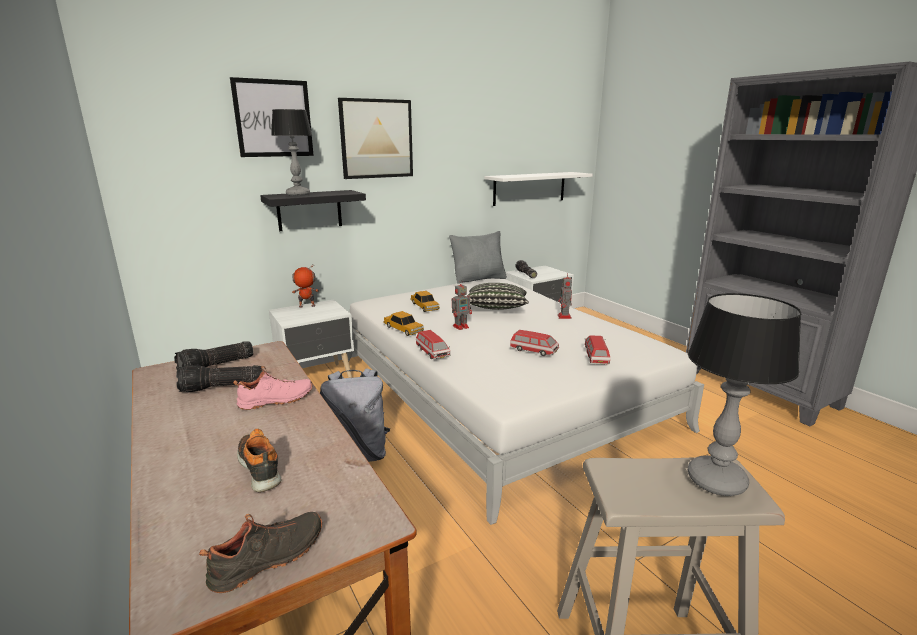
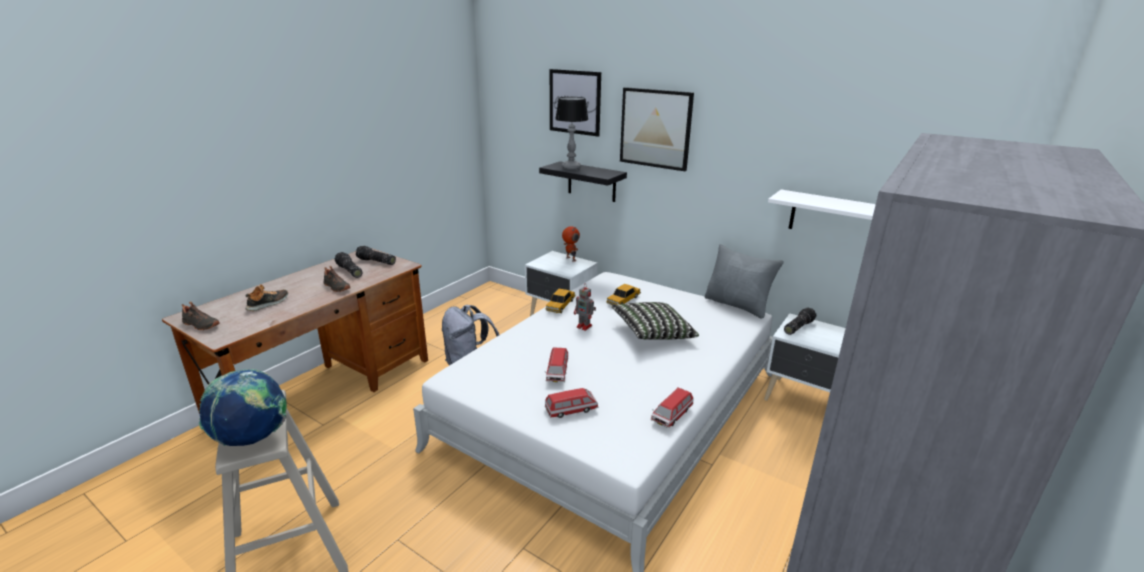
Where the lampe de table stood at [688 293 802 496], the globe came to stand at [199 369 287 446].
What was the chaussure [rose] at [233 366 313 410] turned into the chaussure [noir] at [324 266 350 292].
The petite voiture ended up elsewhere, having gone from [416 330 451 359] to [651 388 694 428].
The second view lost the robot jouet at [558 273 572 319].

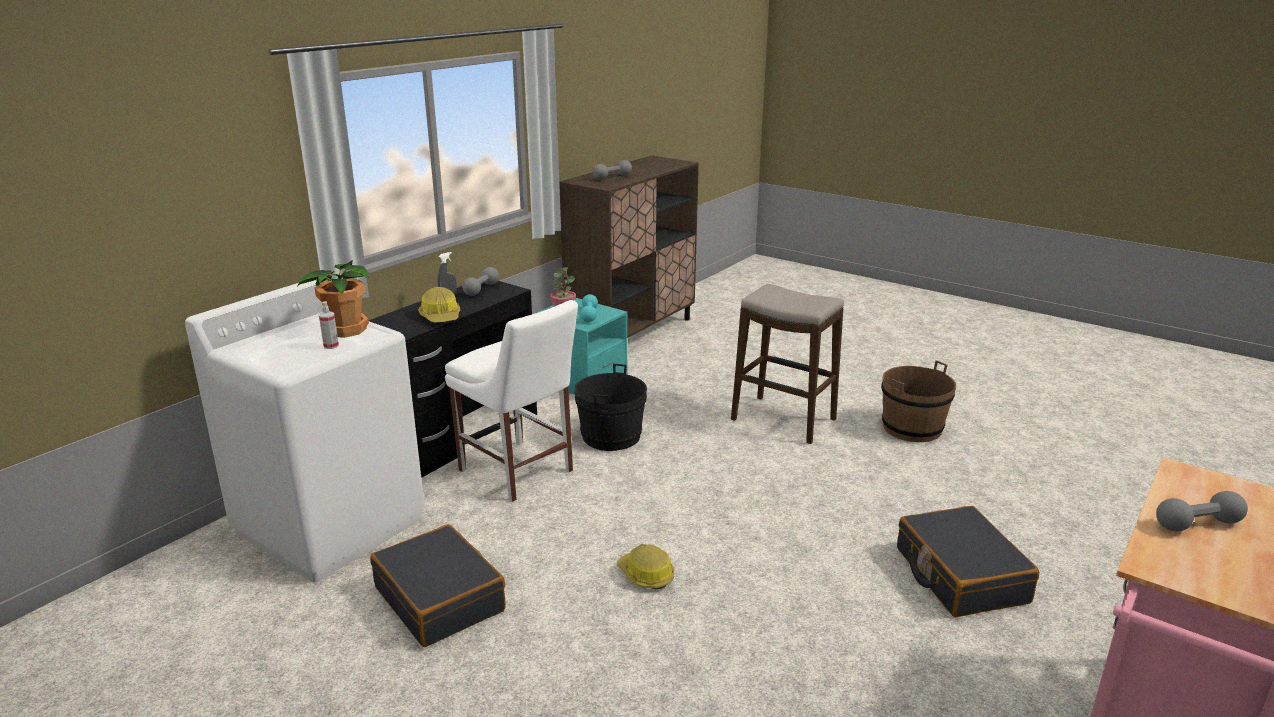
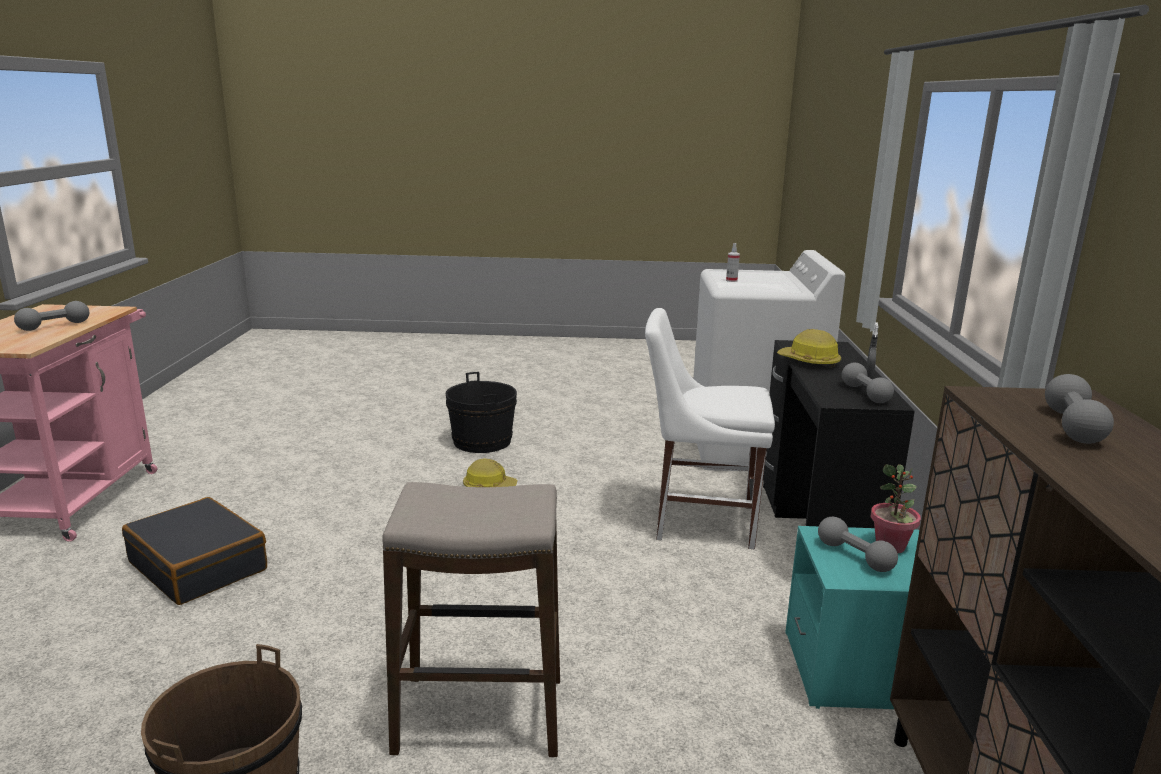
The seau [noir] ended up elsewhere, having gone from [575 364 647 451] to [446 372 517 453].
What was the haltère [turquoise] at [580 294 598 322] turned into the haltère [gris] at [818 517 898 572].
The second view lost the plante en pot at [296 260 369 338].
The second view lost the valise [noir] at [370 524 506 647].

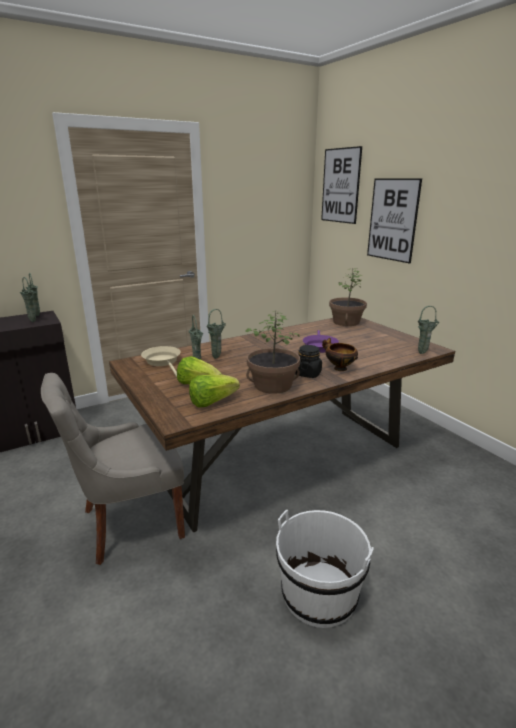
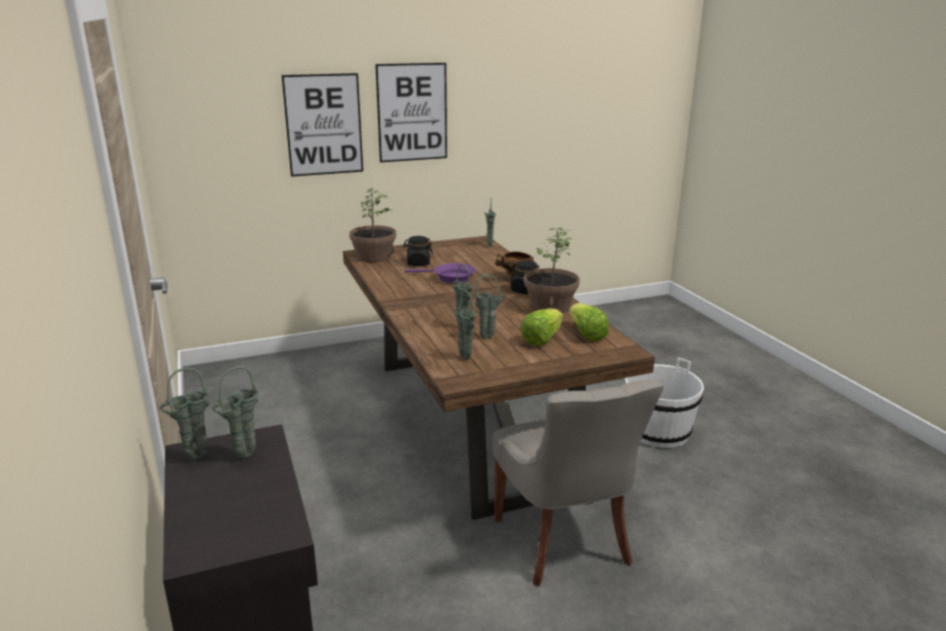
The tableau ended up elsewhere, having gone from [321 146 362 224] to [375 63 447 162].
The second view gained the bocal [noir] at [403 236 433 266].
Where the poêle [beige] stood at [141 346 181 377], the vase [vert] came to stand at [455 290 476 360].

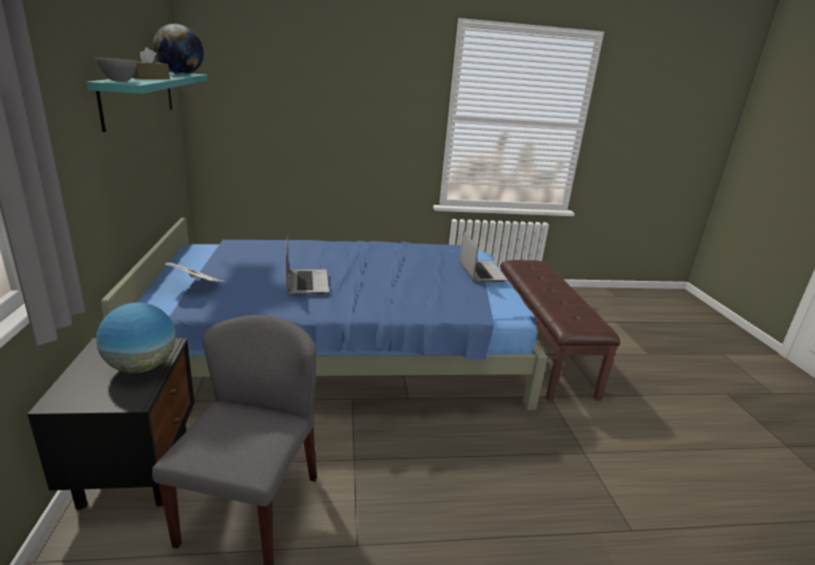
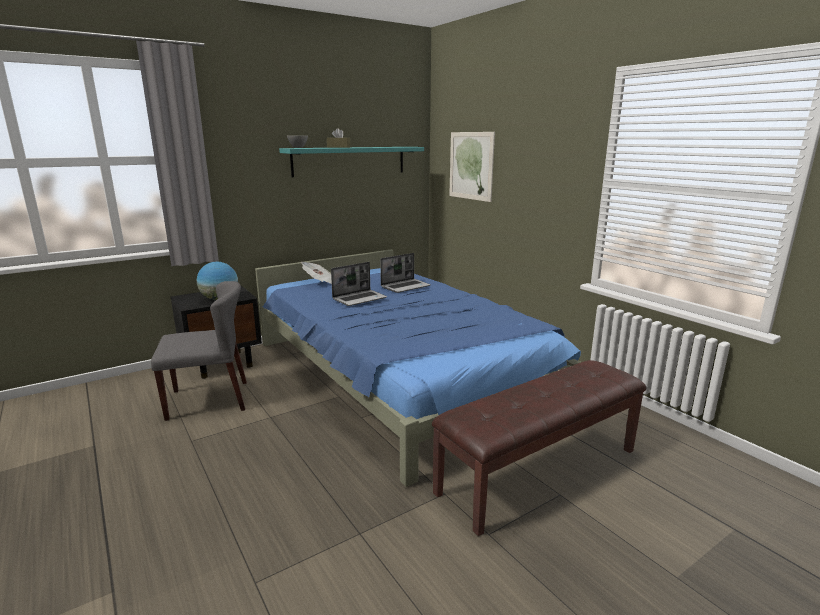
The ordinateur portable ended up elsewhere, having gone from [459 231 508 282] to [380 253 431 293].
The second view gained the tableau at [449 132 495 202].
The second view lost the globe at [153 24 204 75].

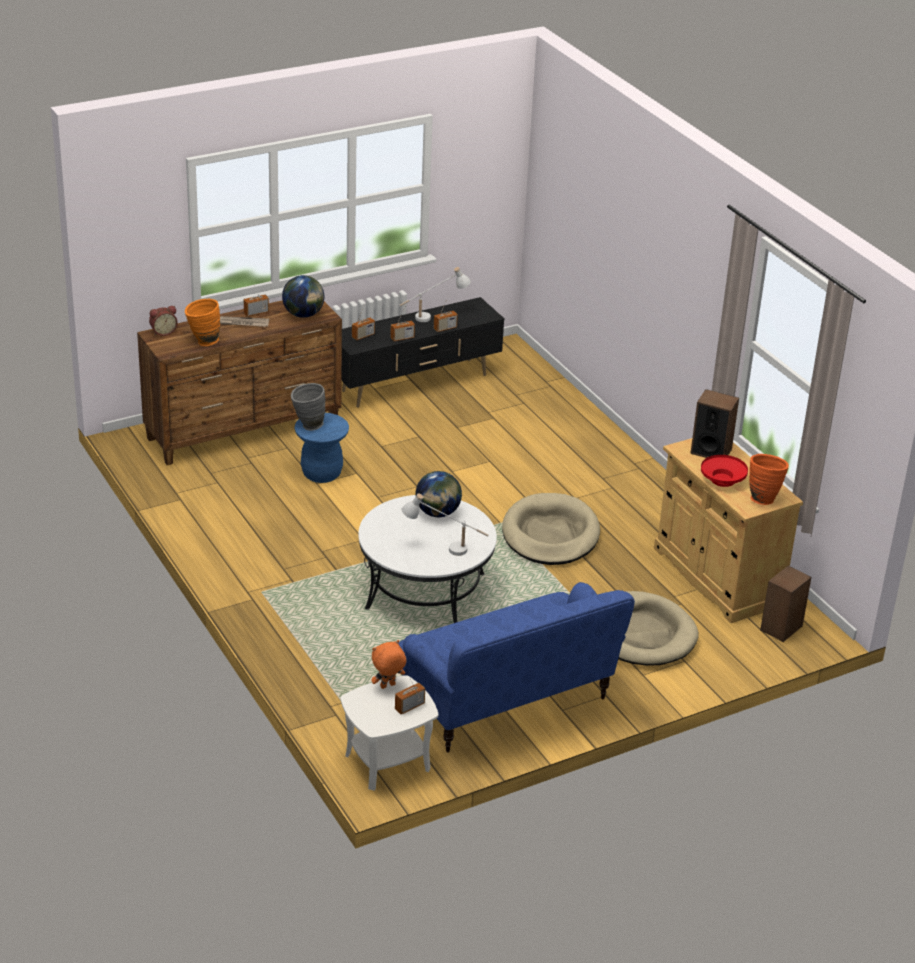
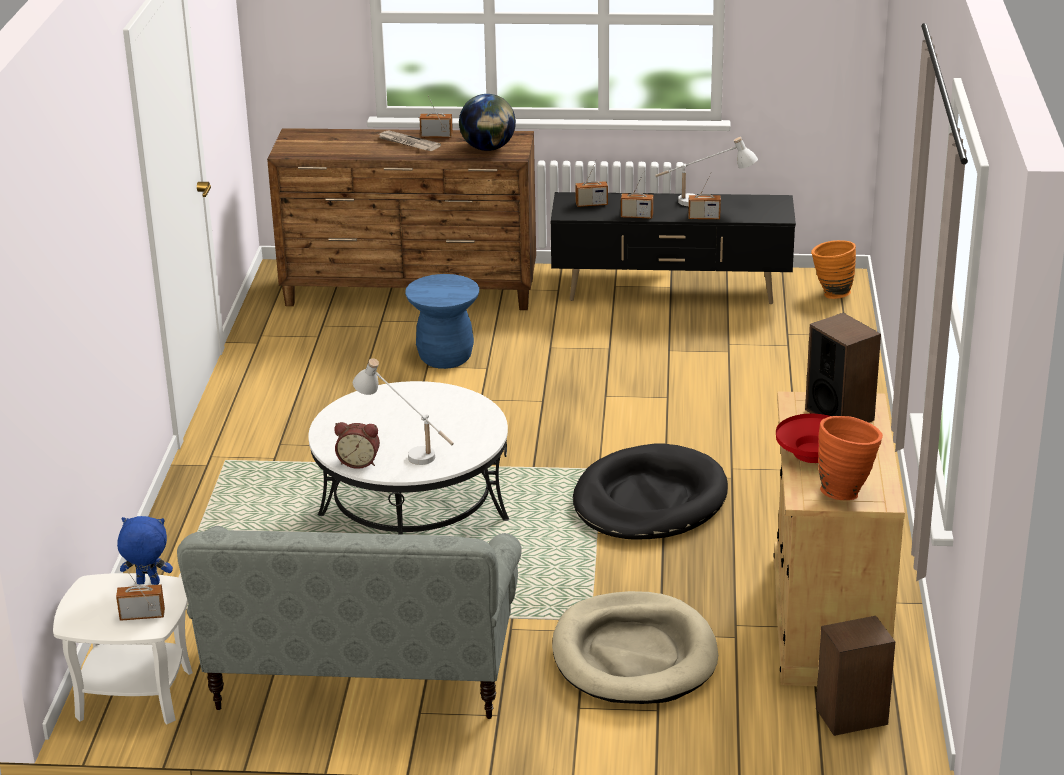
What was the peluche [orange] at [371 640 406 689] turned into the peluche [bleu] at [117 516 173 585].
What was the canapé [bleu] at [398 582 635 752] turned into the canapé [gris] at [177 526 522 719].
The réveil ended up elsewhere, having gone from [149 306 178 336] to [334 422 380 469].
What was the panier pour chien [beige] at [502 493 600 565] turned into the panier pour chien [noir] at [573 443 728 539].
The vase [orange] ended up elsewhere, having gone from [185 299 220 346] to [811 240 856 299].
The second view lost the vase [gris] at [291 383 325 431].
The second view lost the globe at [415 471 462 517].

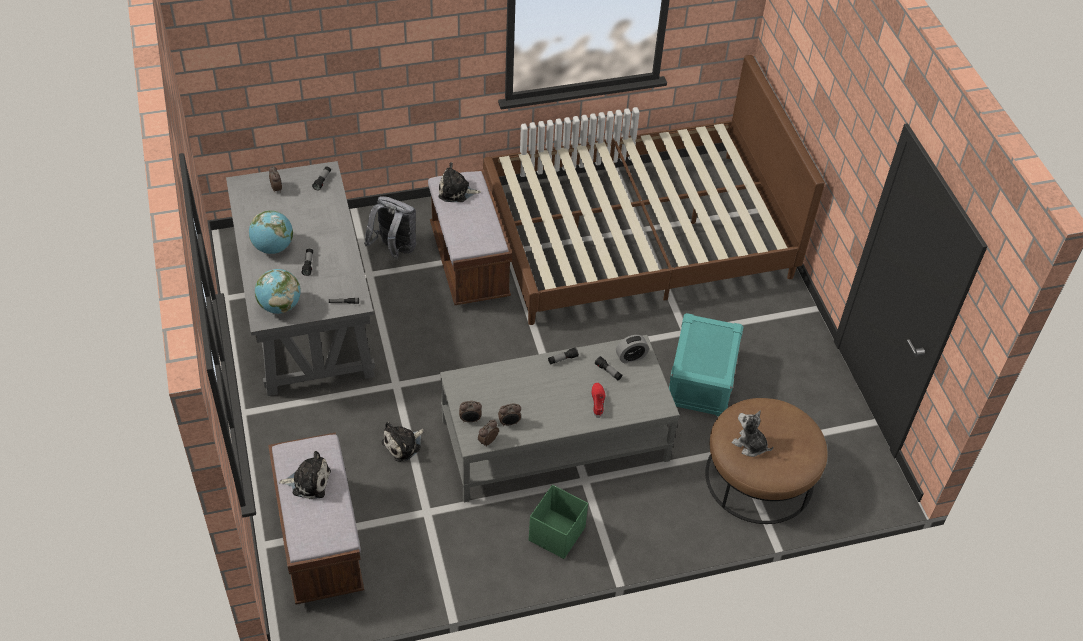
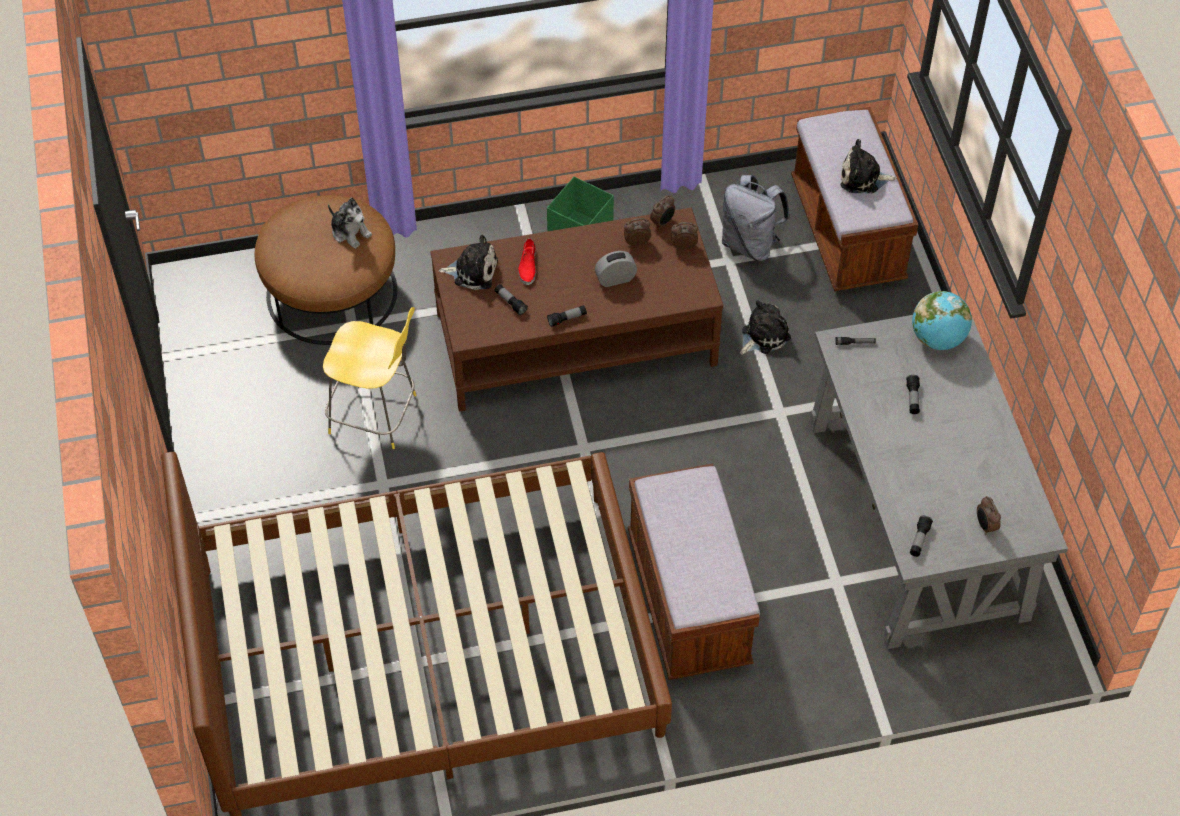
Where the boîte de rangement [turquoise] stood at [669 313 744 416], the tabouret [jaune] came to stand at [323 307 416 449].
What was the table basse [gris] at [440 335 679 502] turned into the table basse [marron] at [430 208 723 411].
The peluche ended up elsewhere, having gone from [438 162 481 202] to [439 235 498 290].
The réveil ended up elsewhere, having gone from [616 335 649 363] to [595 251 637 287].
The sac à dos [gris] ended up elsewhere, having gone from [364 196 416 260] to [722 175 790 261].
The second view lost the globe at [249 210 293 254].

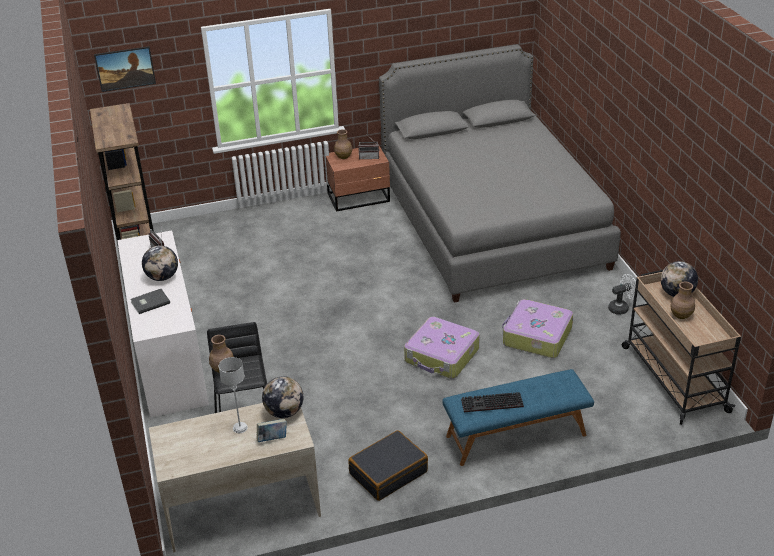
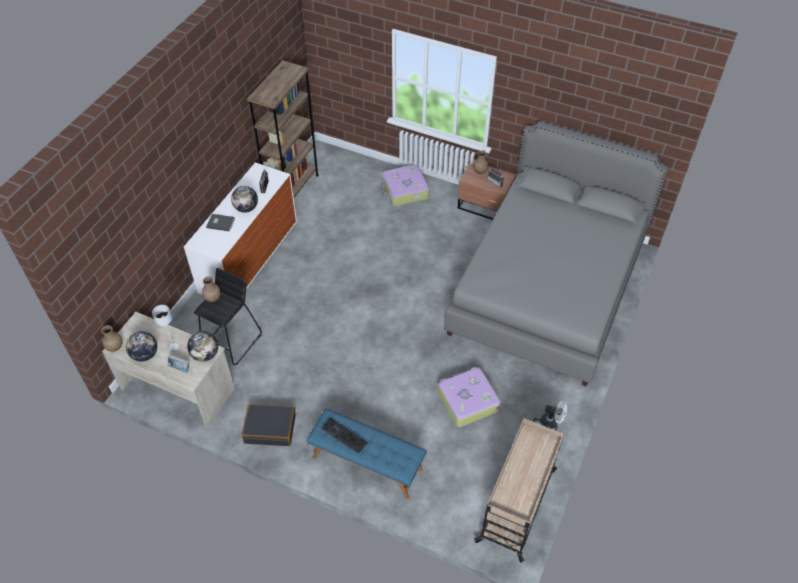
The vase [marron] ended up elsewhere, having gone from [670 282 695 319] to [101 325 123 352].
The globe ended up elsewhere, having gone from [661 261 698 297] to [126 331 157 362].
The valise ended up elsewhere, having gone from [404 317 480 379] to [381 165 429 206].
The second view lost the tableau at [94 46 156 92].

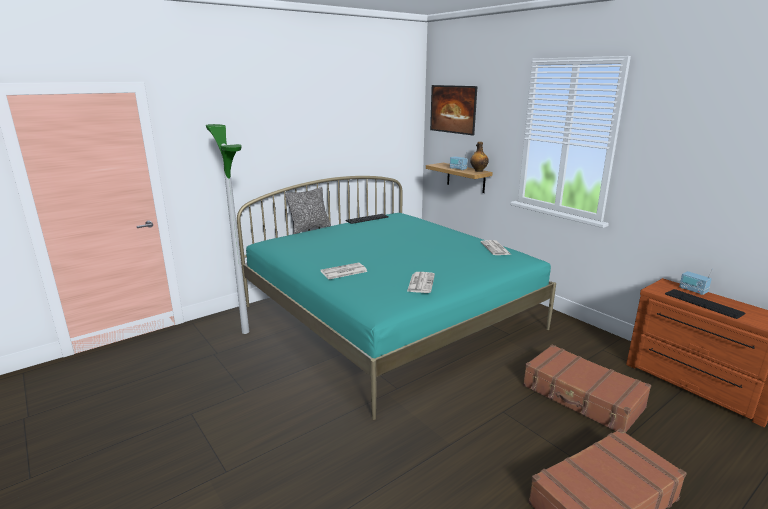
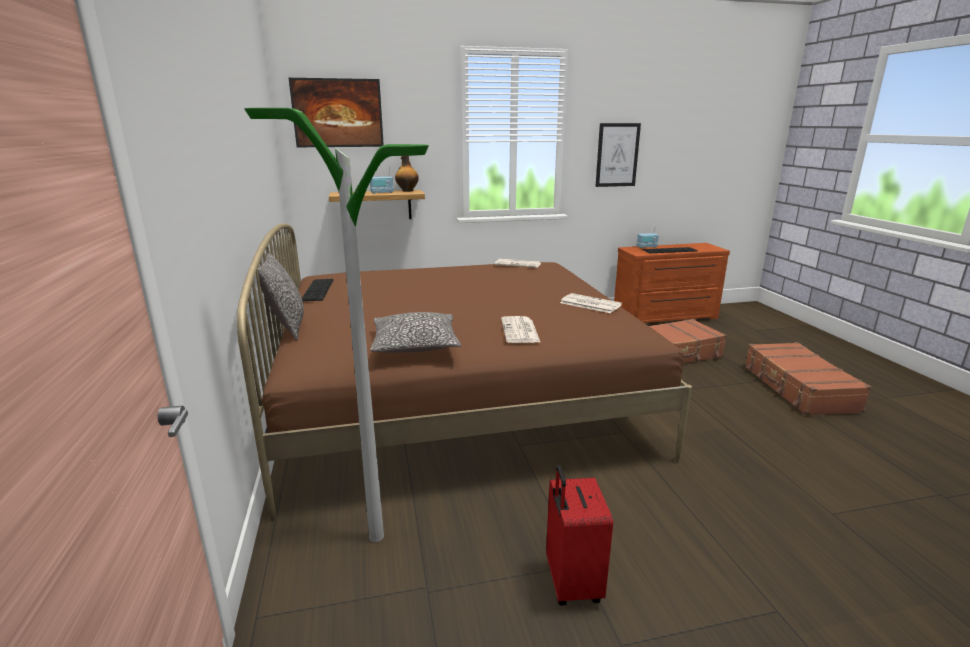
What was the lit [turquoise] at [237 176 556 420] turned into the lit [marron] at [237 223 692 521].
The second view gained the coussin at [370 312 461 352].
The second view gained the valise [rouge] at [546 465 613 606].
The second view gained the tableau at [595 123 641 187].

